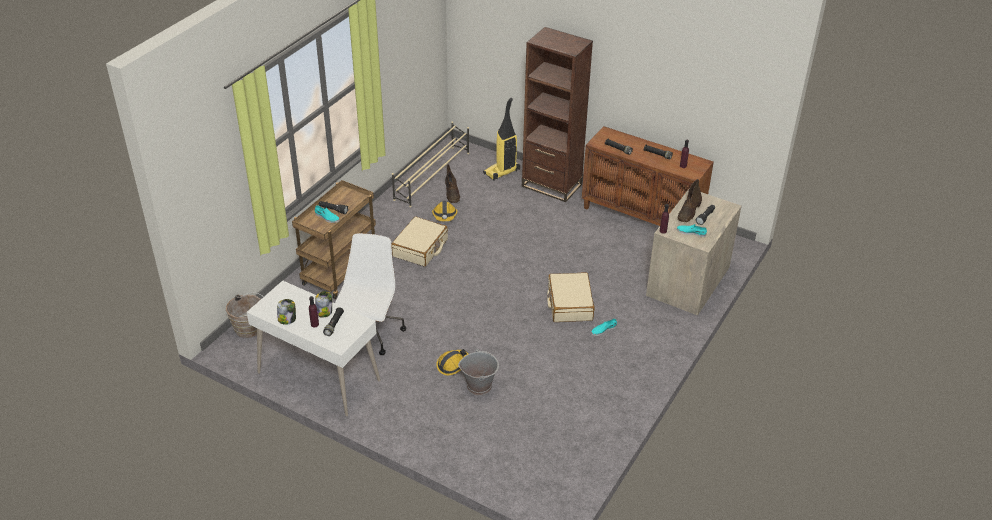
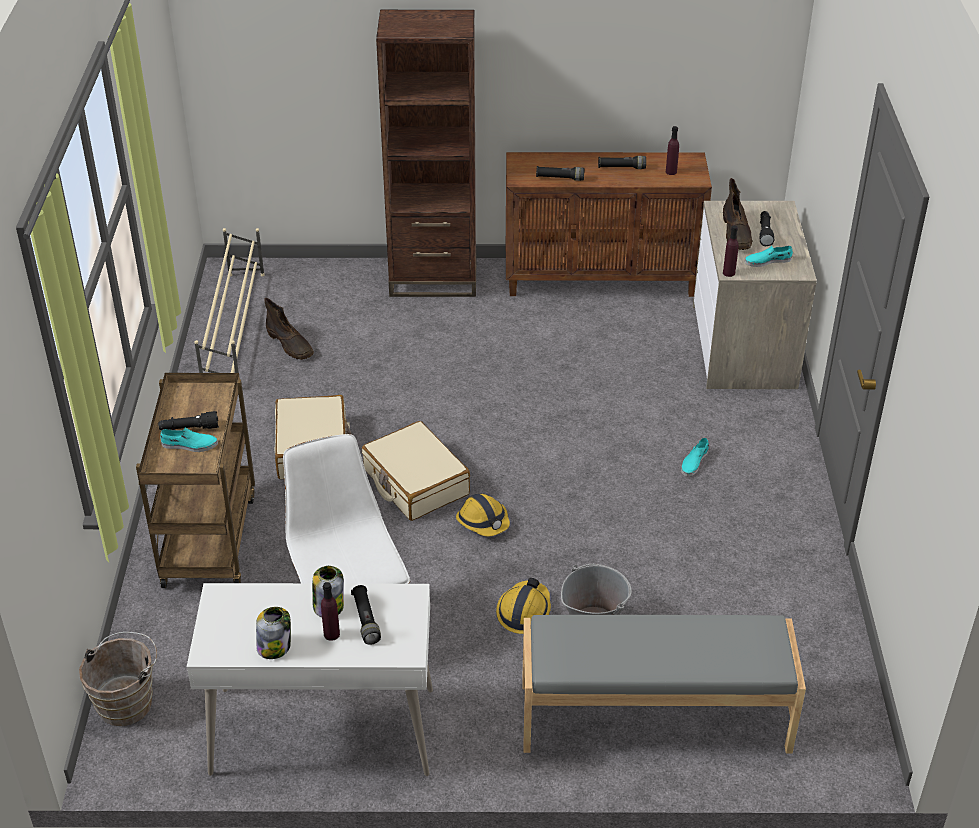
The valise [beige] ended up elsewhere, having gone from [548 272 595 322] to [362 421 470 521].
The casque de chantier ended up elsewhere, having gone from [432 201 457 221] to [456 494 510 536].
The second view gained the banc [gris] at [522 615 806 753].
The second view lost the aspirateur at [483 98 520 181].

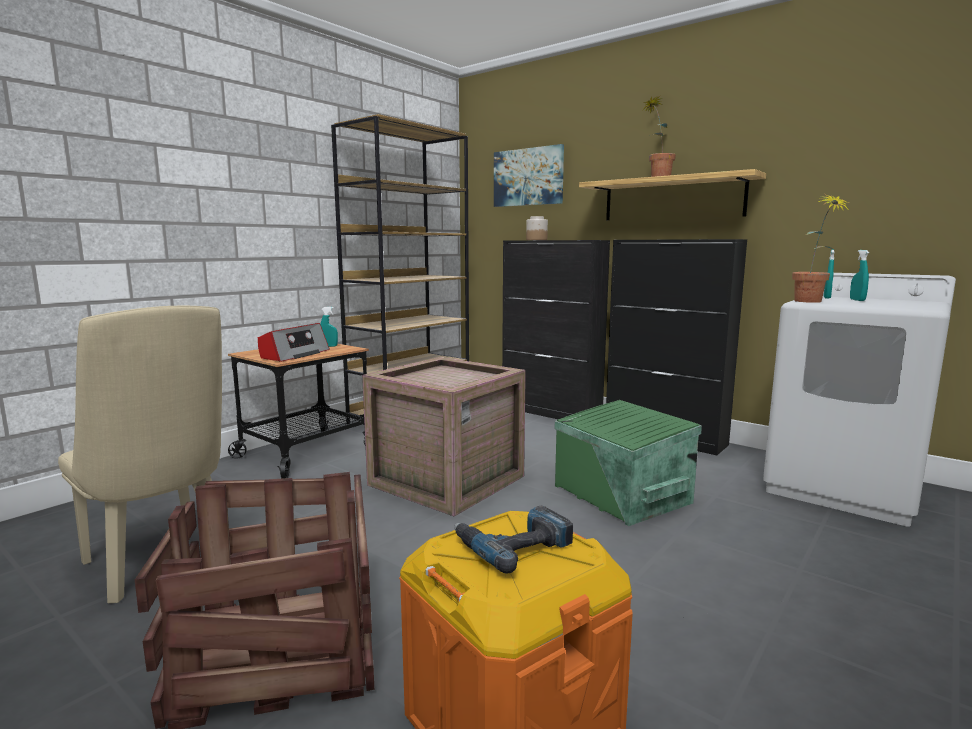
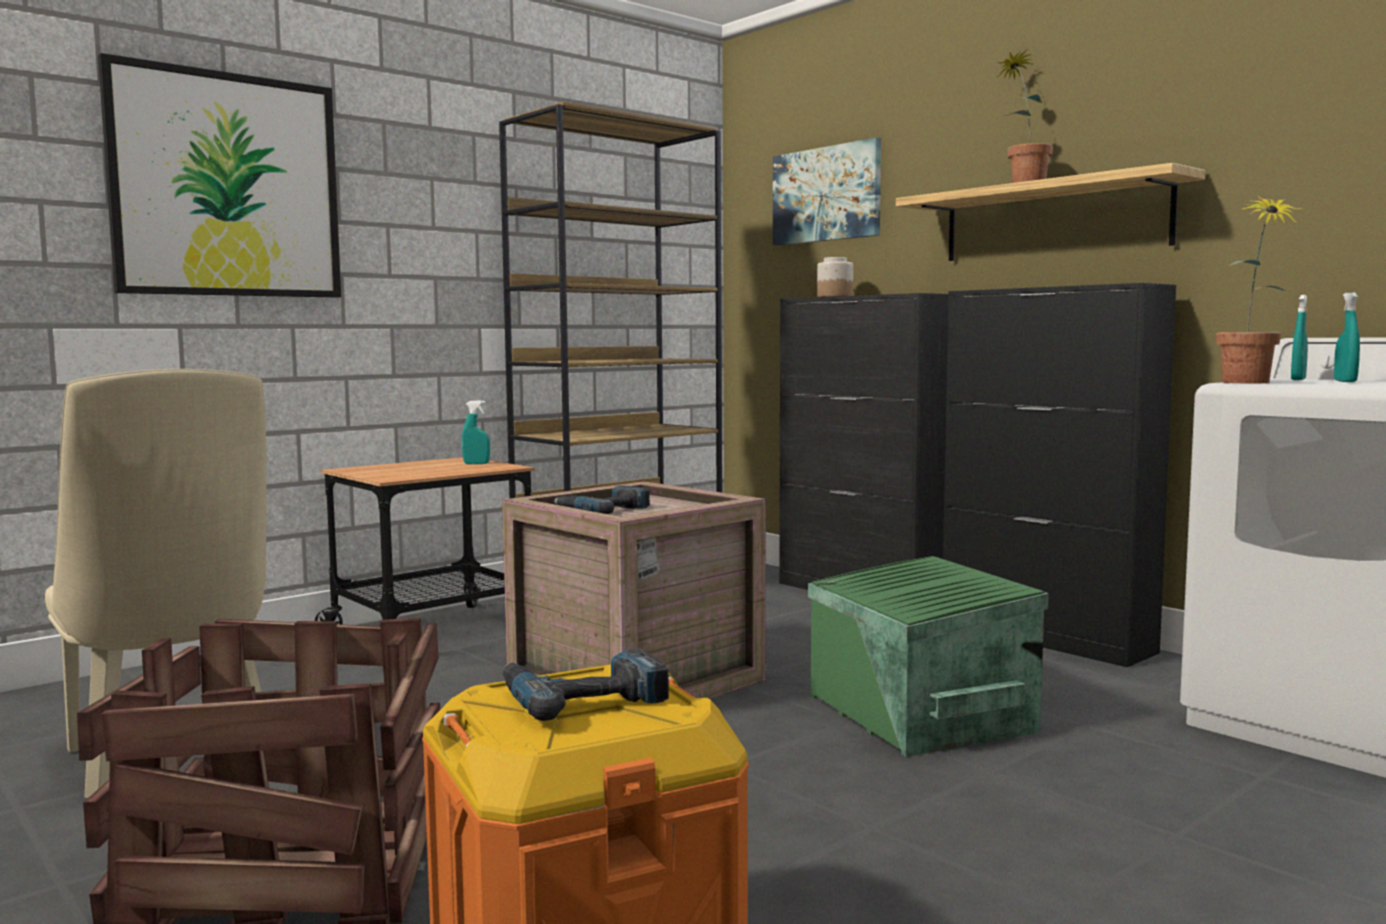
The second view gained the tableau at [98 53 341 298].
The second view gained the perceuse at [554 485 650 514].
The second view lost the radio at [258 323 330 362].

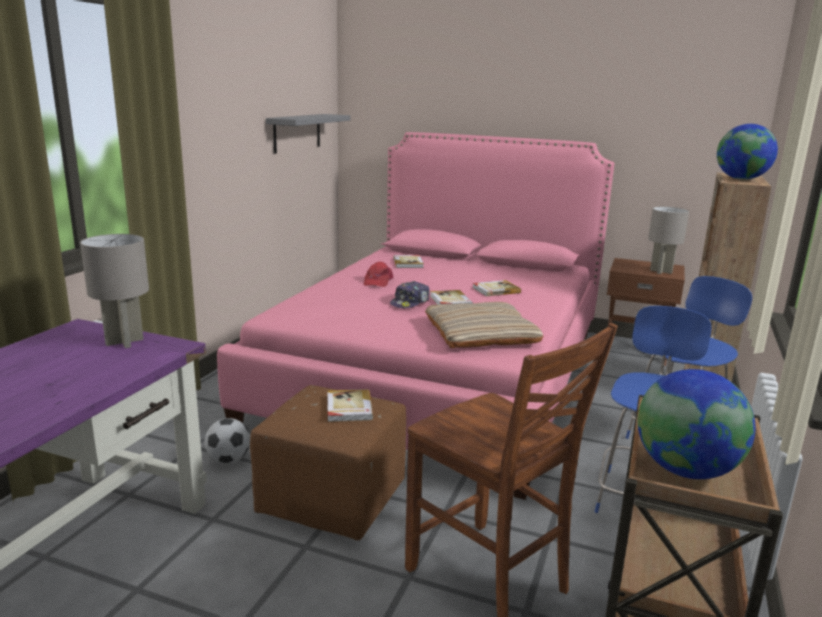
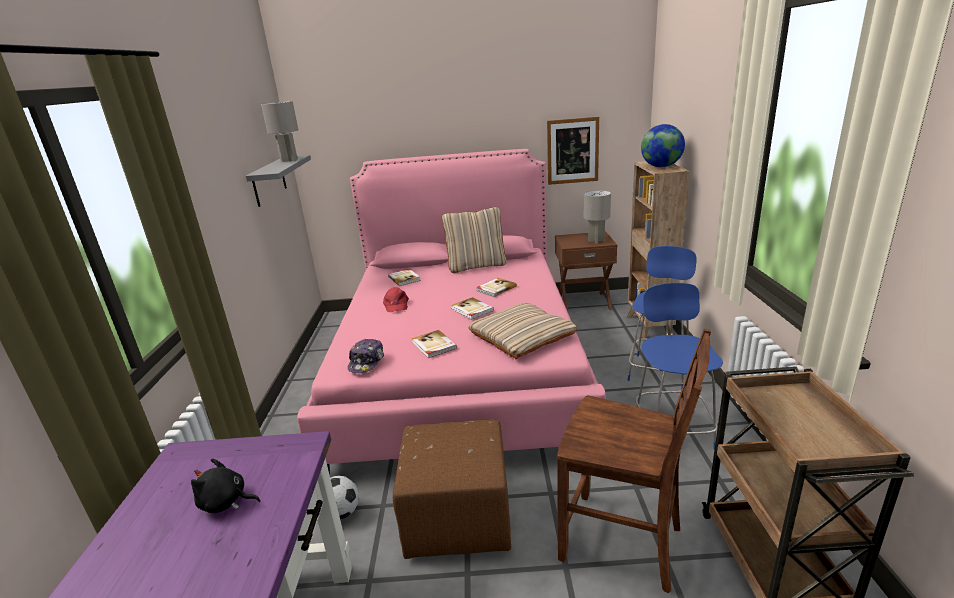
The second view gained the peluche [noir] at [191 459 260 513].
The lampe de table [gris] ended up elsewhere, having gone from [80 234 149 348] to [261 101 298 162].
The casquette ended up elsewhere, having gone from [390 281 430 308] to [347 339 384 373].
The livre ended up elsewhere, having gone from [327 389 373 422] to [412 330 457 358].
The second view gained the coussin [beige] at [442 207 507 273].
The second view gained the tableau at [547 117 599 185].
The second view lost the globe at [637 369 755 479].

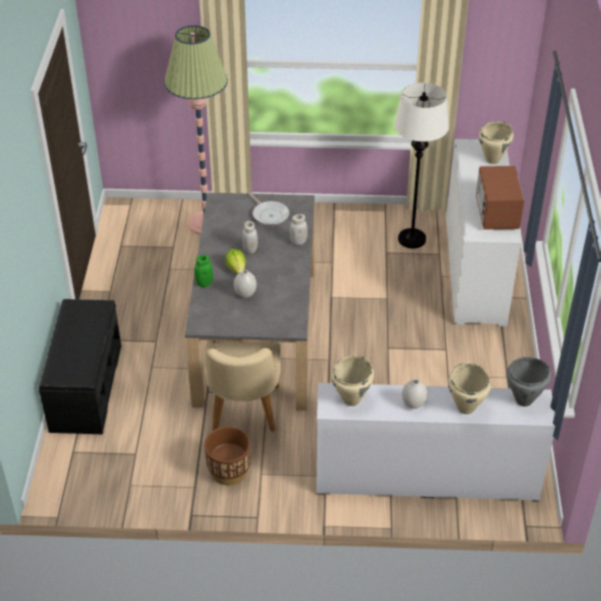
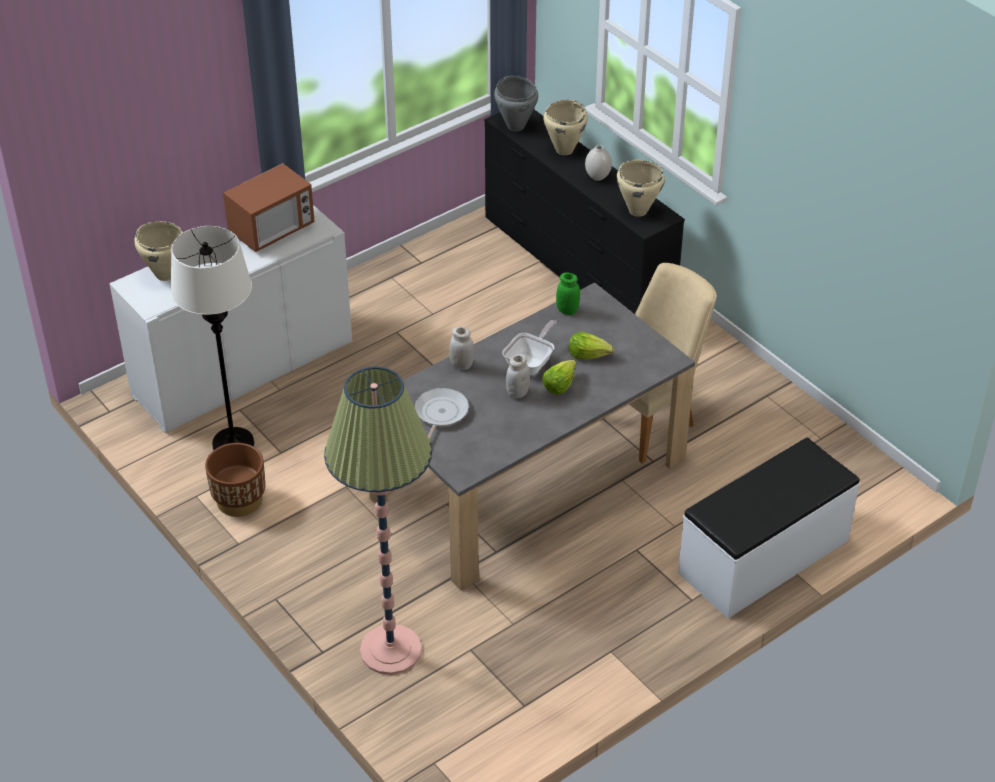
The cache-pot [marron] ended up elsewhere, having gone from [204 426 251 485] to [205 443 265 517].
What was the commode [blanc] at [316 383 555 502] turned into the commode [noir] at [484 109 685 314].
The second view gained the poêle at [502 320 557 375].
The bocal [vert] ended up elsewhere, having gone from [194 255 213 287] to [556 272 580 315].
Where the vase [blanc] stood at [234 270 257 298], the laitue came to stand at [569 332 614 359].
What was the banc [noir] at [39 299 121 434] turned into the banc [blanc] at [678 438 860 618].

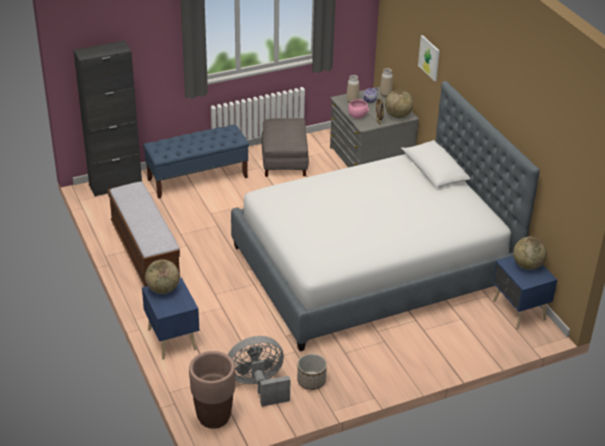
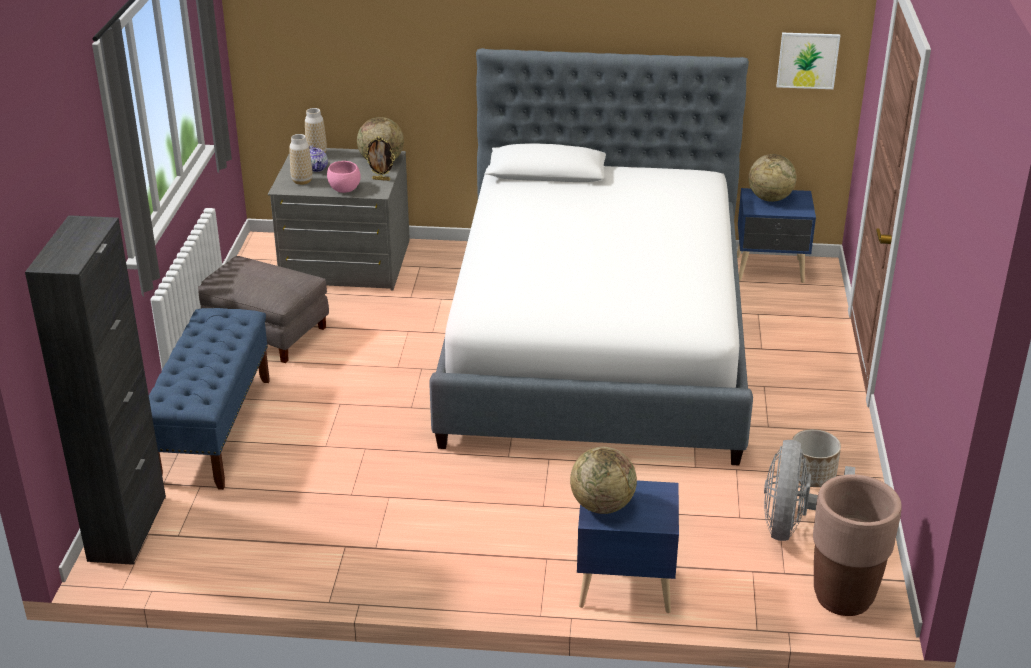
The tableau ended up elsewhere, having gone from [418 35 440 81] to [777 33 840 89].
The second view lost the banc at [108 182 180 287].

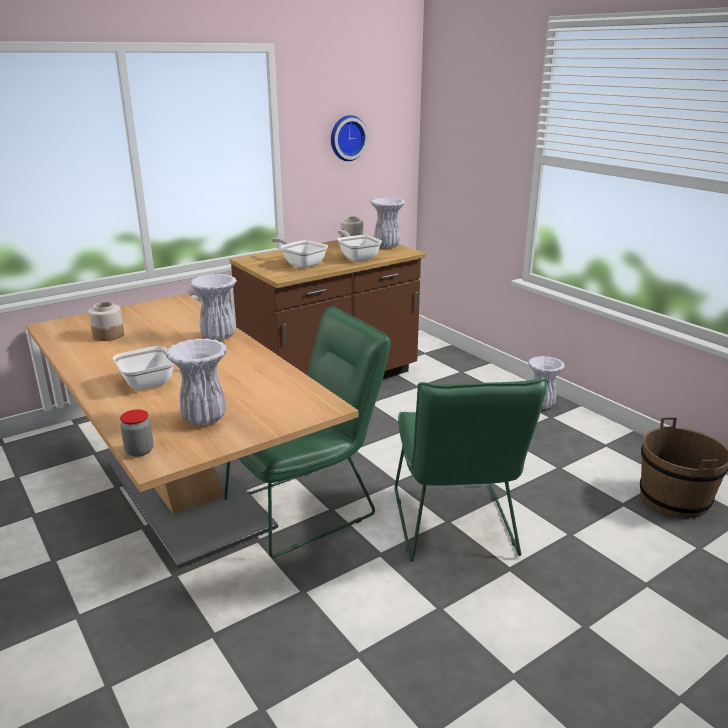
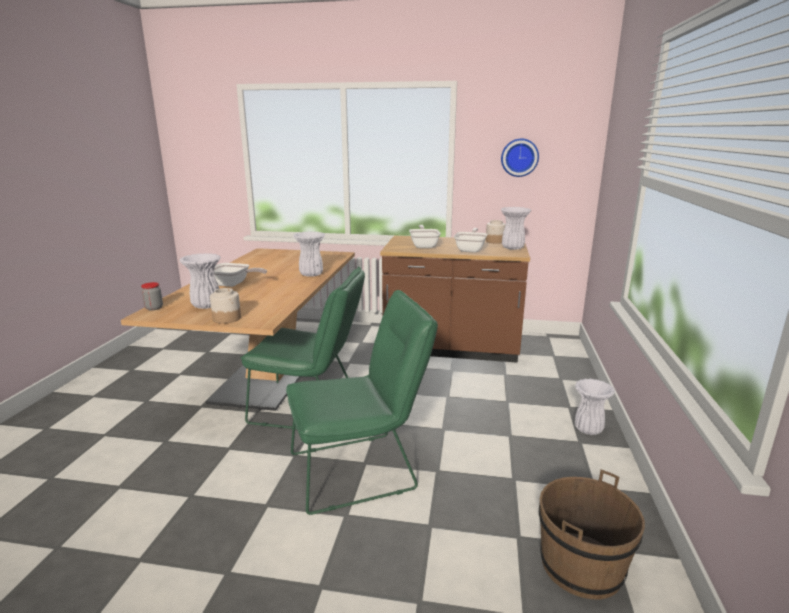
The bocal ended up elsewhere, having gone from [88 302 124 341] to [210 288 241 324].
The chaise [vert] at [395 378 548 562] ended up facing another way, 150 degrees counterclockwise from before.

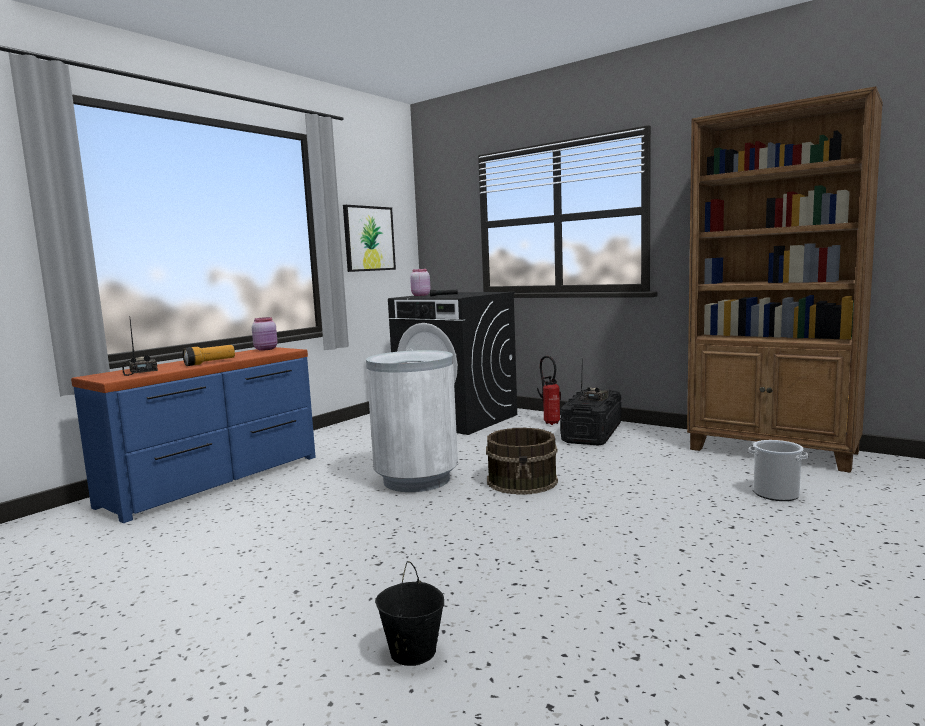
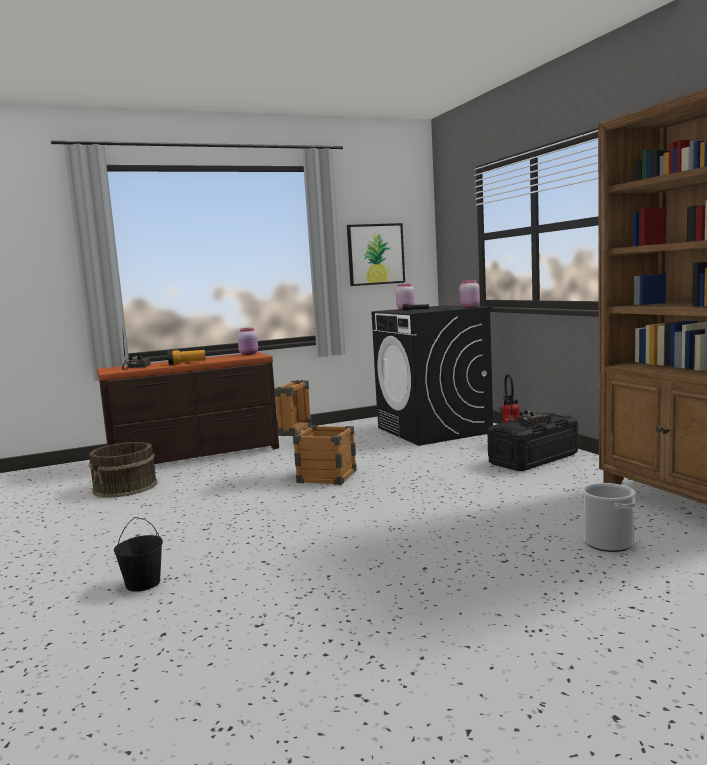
The seau [marron] ended up elsewhere, having gone from [486 428 558 495] to [89 442 157 498].
What was the commode [bleu] at [71 347 316 523] turned into the commode [marron] at [97 352 279 464].
Where the poubelle [blanc] stood at [366 350 458 492], the caisse came to stand at [274 380 357 485].
The second view gained the bocal [rose] at [459 280 480 308].

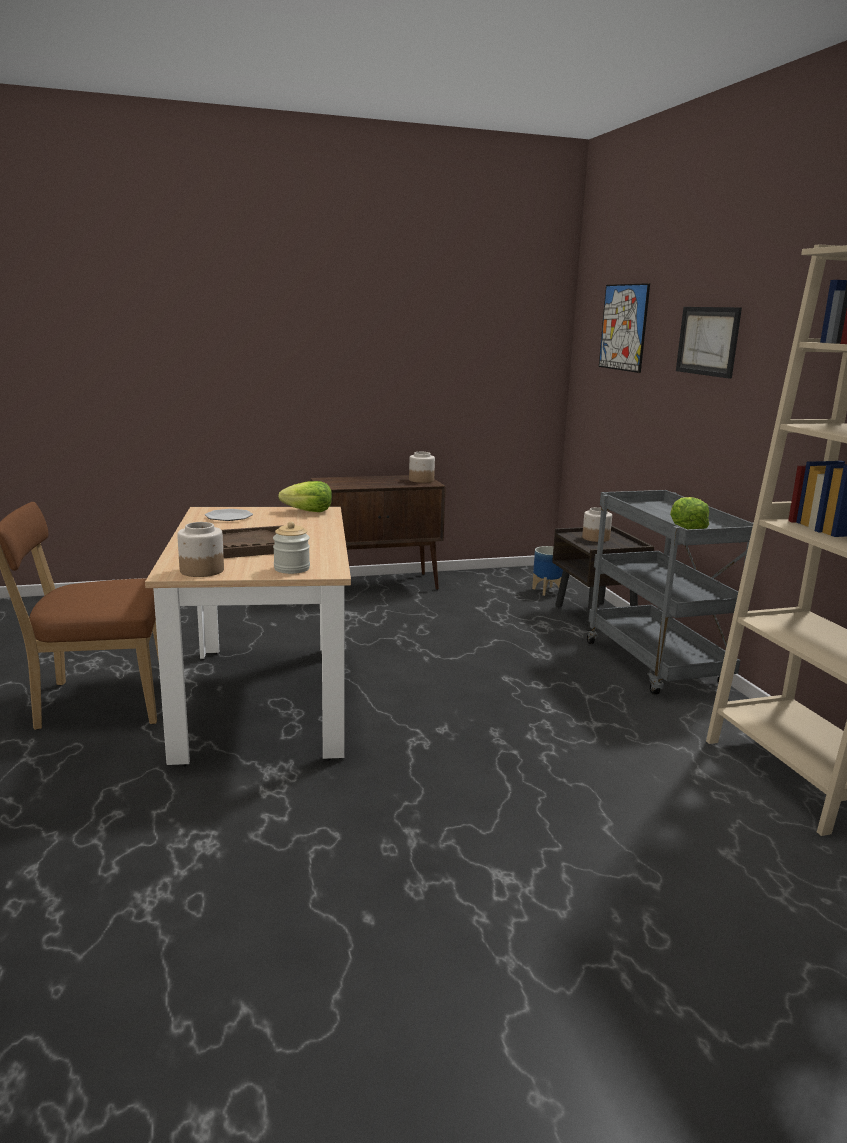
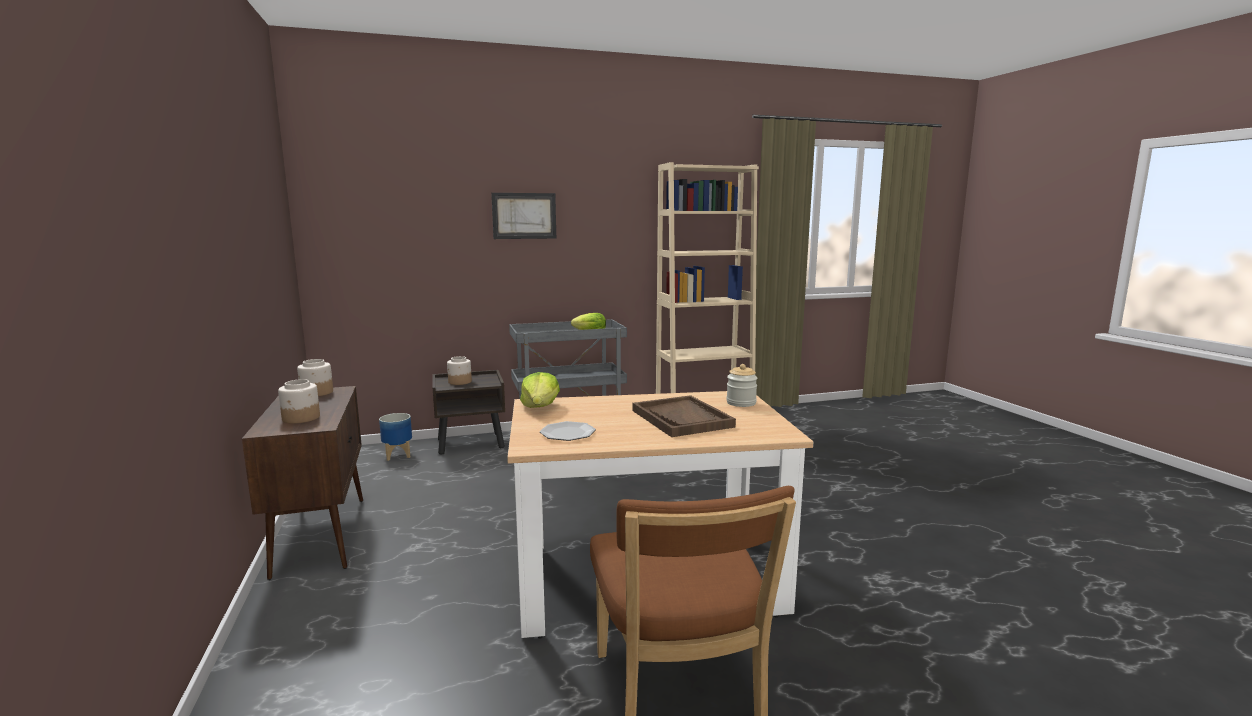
The bocal ended up elsewhere, having gone from [177 522 224 577] to [278 379 320 423].
The second view lost the tableau at [599 283 650 373].

